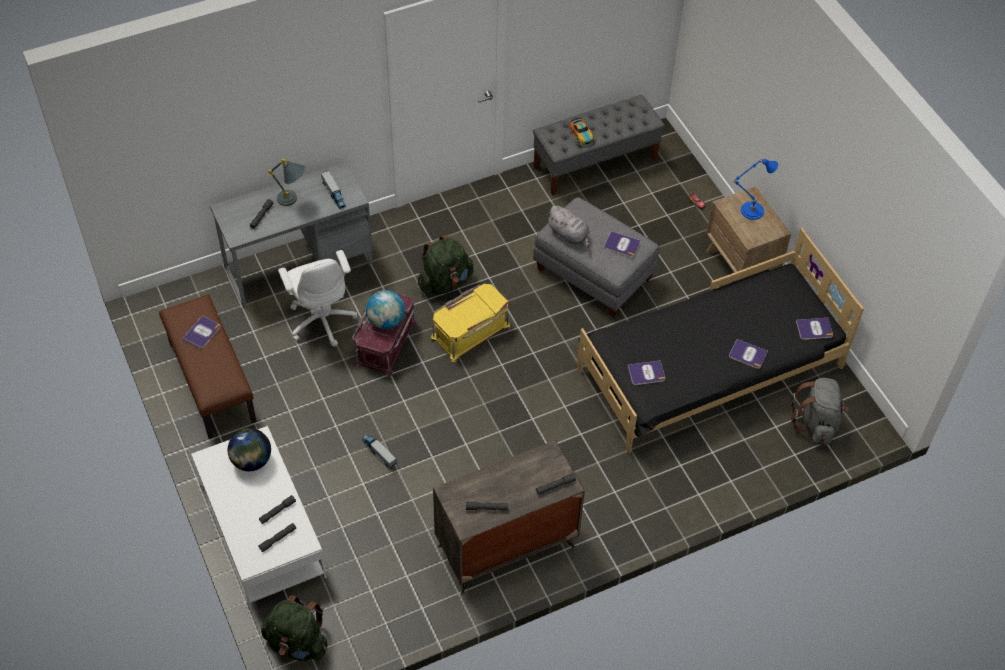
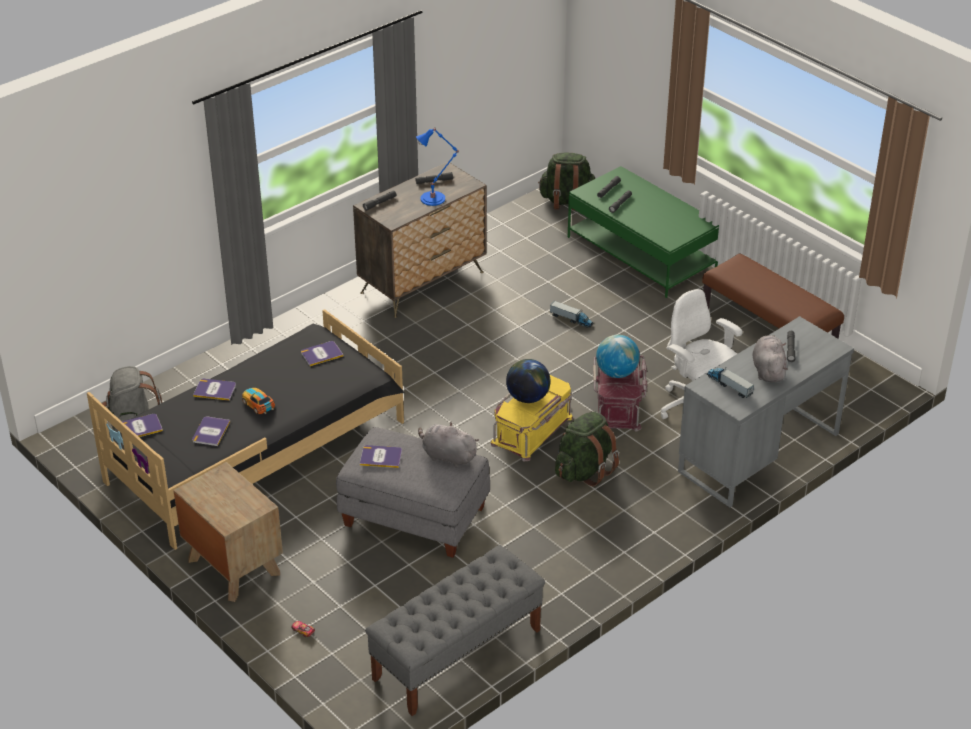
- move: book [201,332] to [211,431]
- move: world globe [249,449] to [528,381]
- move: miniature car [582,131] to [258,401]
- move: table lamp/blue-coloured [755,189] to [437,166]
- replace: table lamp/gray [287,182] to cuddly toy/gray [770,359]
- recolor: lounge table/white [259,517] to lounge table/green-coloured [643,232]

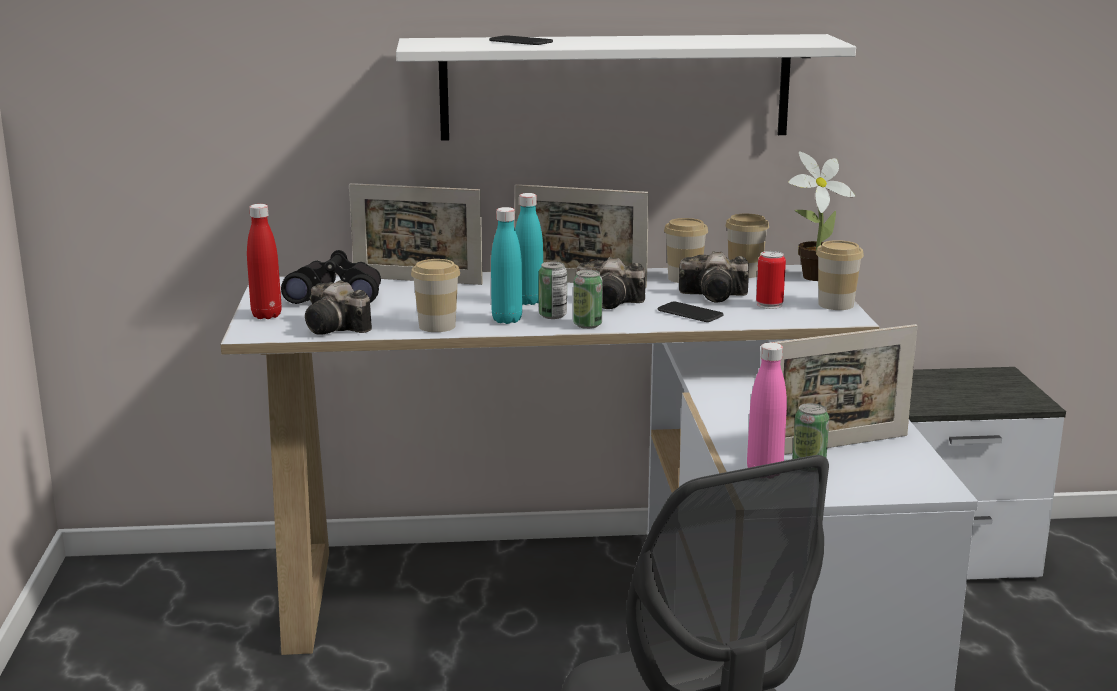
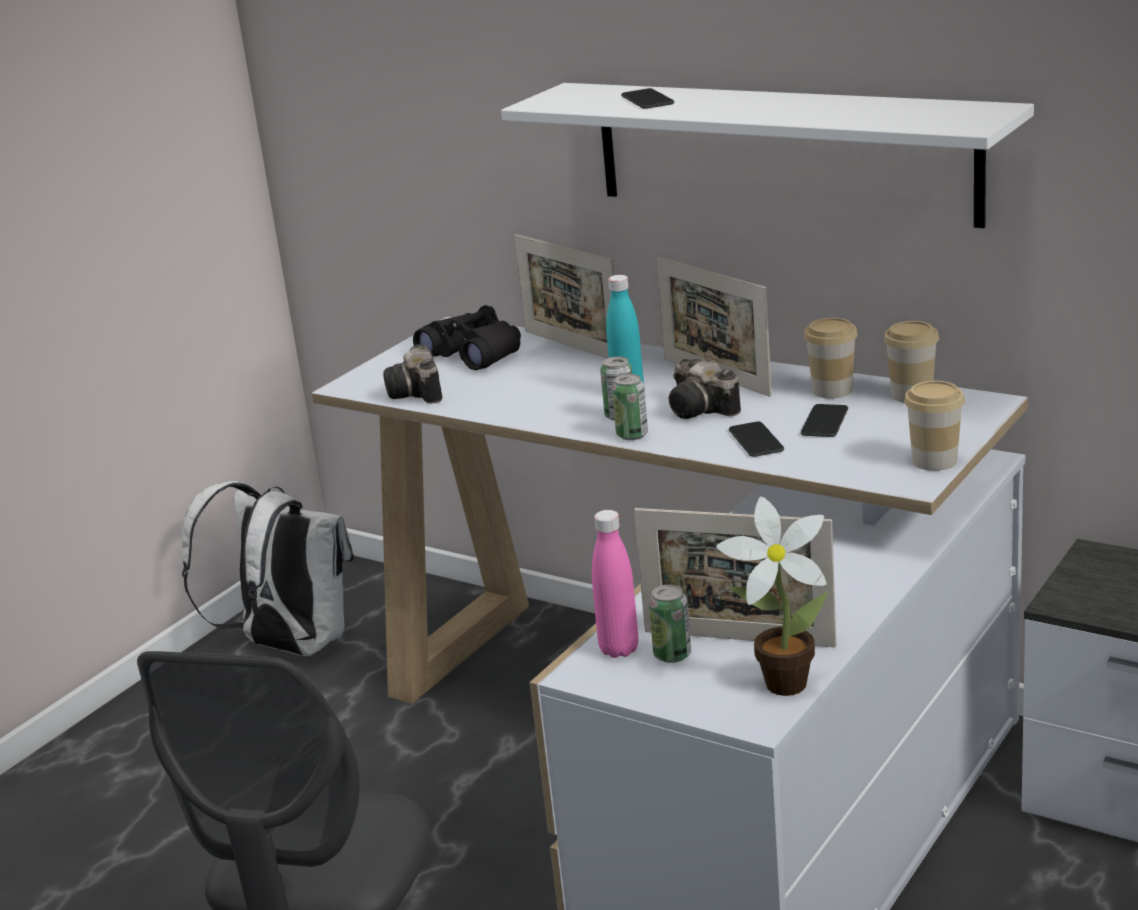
- delete: beverage bottle/reddish [264,261]
- delete: small cup [435,295]
- delete: beverage bottle/turquoise [506,265]
- delete: can [771,280]
- insert: knapsack/white [268,568]
- move: potted plant [821,216] to [772,596]
- replace: photo camera [714,277] to handset [824,420]

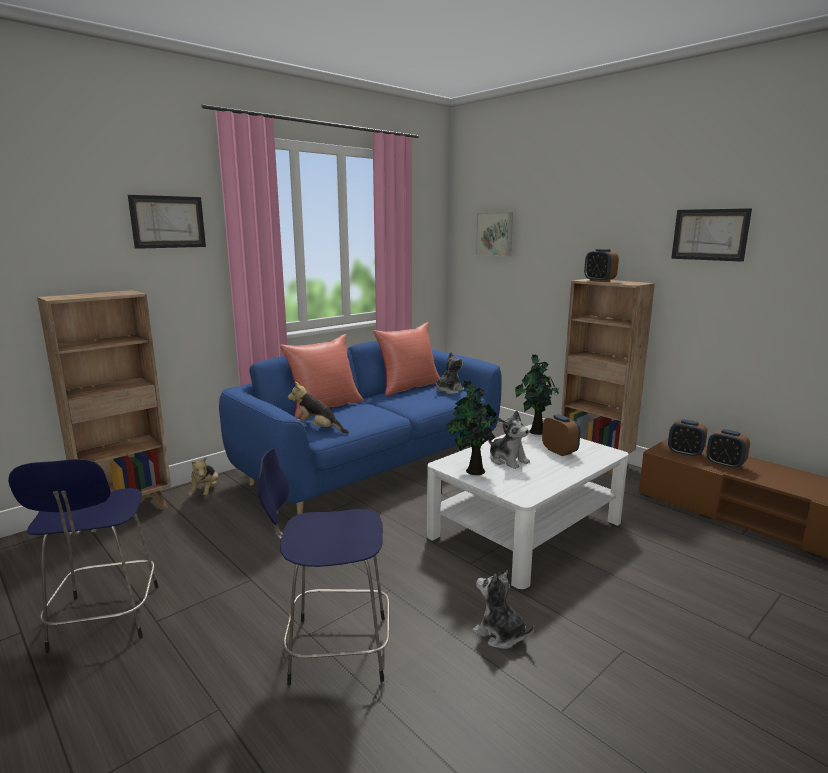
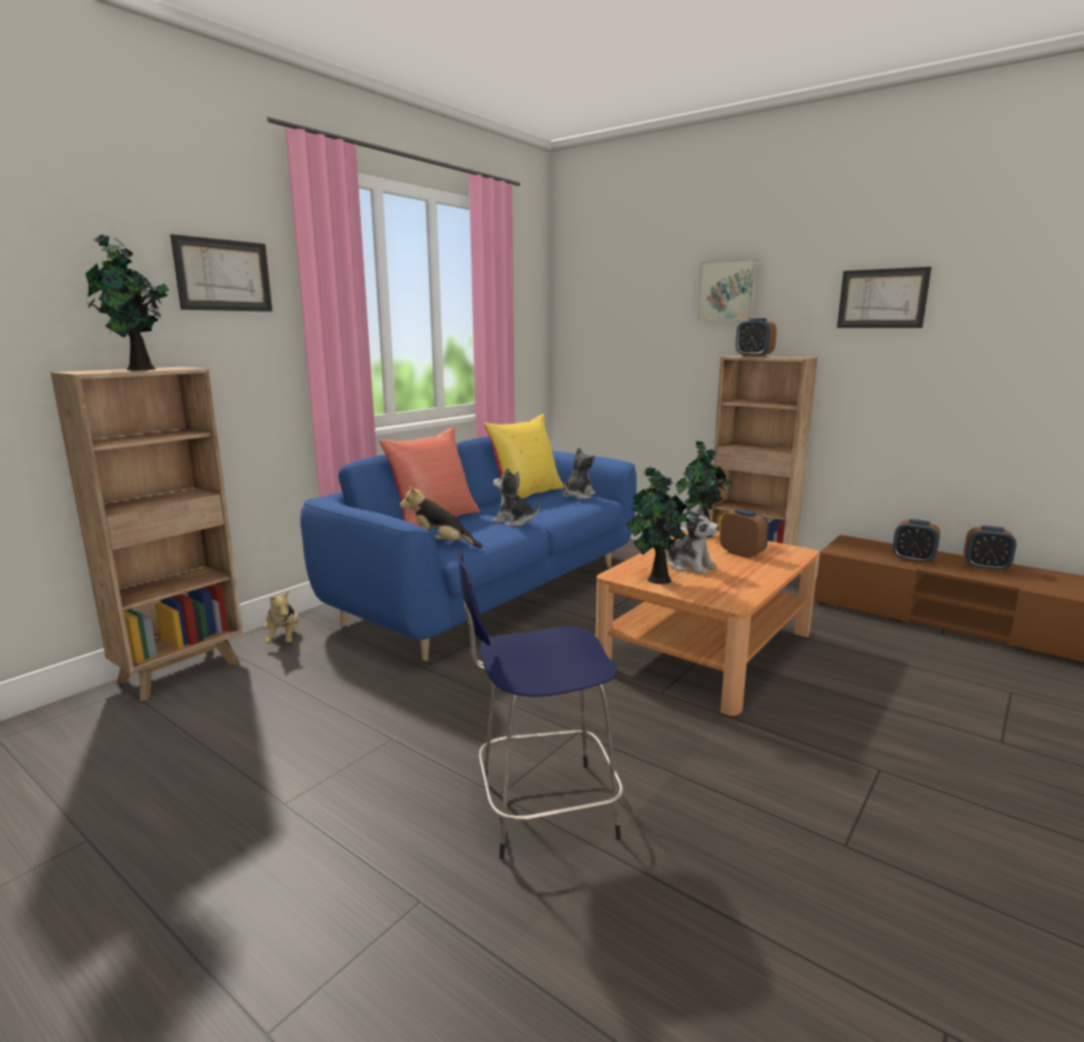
- delete: sitting stool/blue-coloured [83,556]
- insert: potted plant [127,302]
- move: cuddly toy [503,609] to [516,496]
- move: wall picture [494,234] to [727,289]
- move: table clock [687,438] to [990,548]
- recolor: pillow/reddish [406,359] to pillow/yellow-coloured [524,456]
- recolor: lounge table/white [528,507] to lounge table/brownish [707,623]

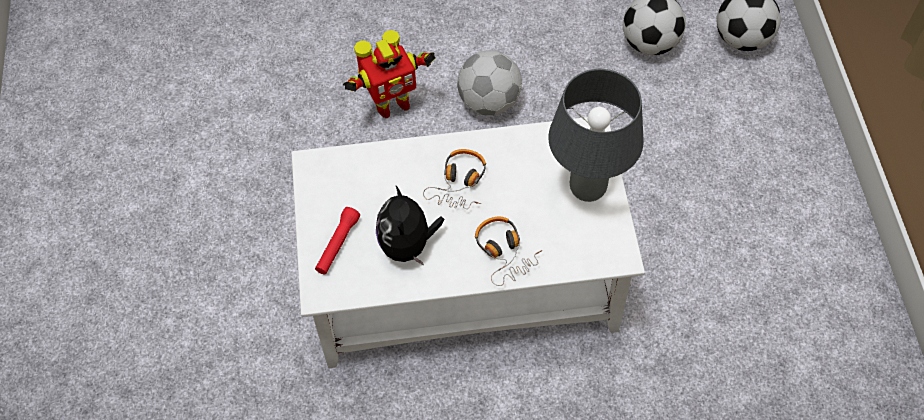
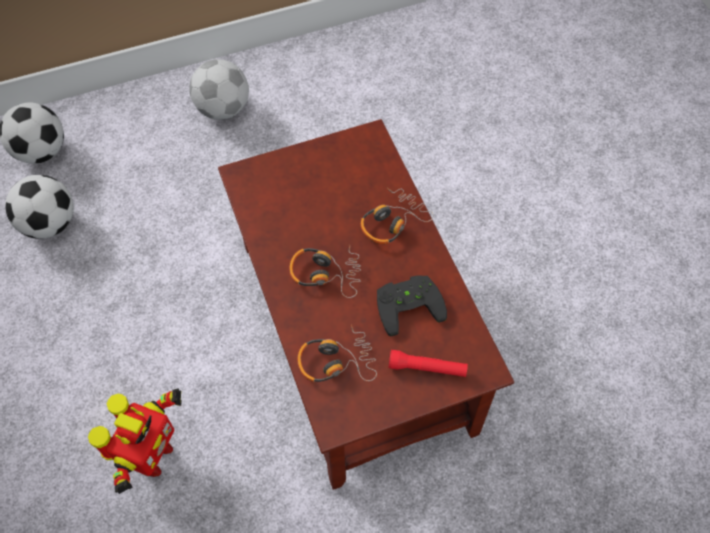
- delete: table lamp/gray [596,135]
- insert: headset [337,353]
- move: football [489,82] to [219,89]
- replace: cuddly toy [410,226] to game controller/black-coloured [412,306]
- recolor: lounge table/white [468,242] to lounge table/brownish [366,304]
- rotate: robot figure [389,74] = [135,441] 60 degrees clockwise

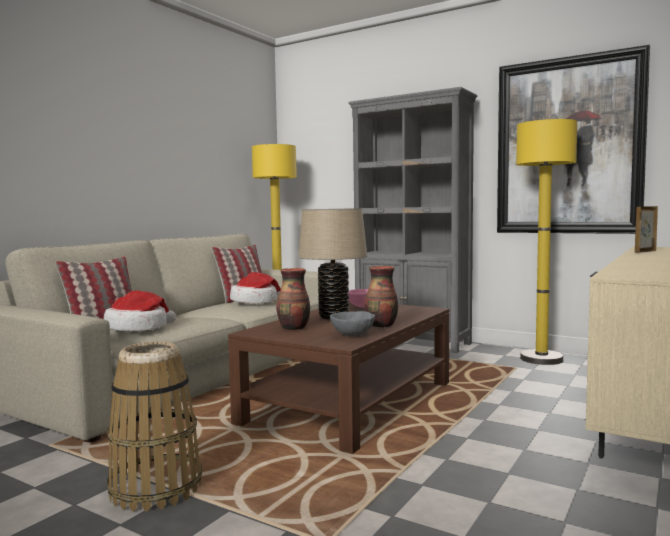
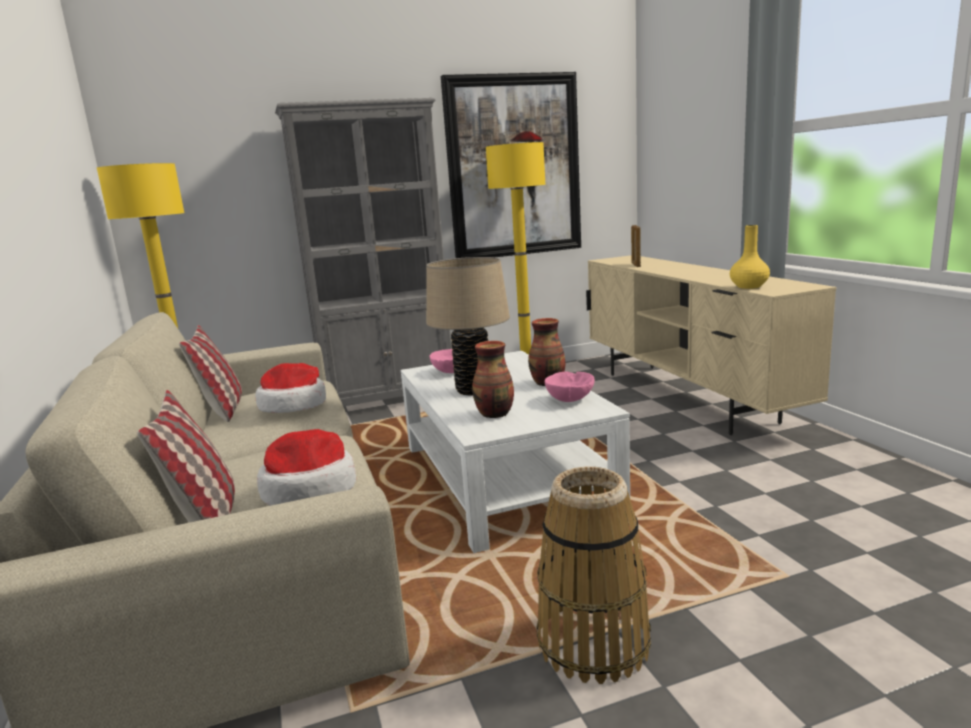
- insert: vase/yellow-coloured [750,257]
- recolor: lounge table/brownish [339,377] to lounge table/white [515,452]
- recolor: serving bowl/gray [352,323] to serving bowl/pink [569,387]

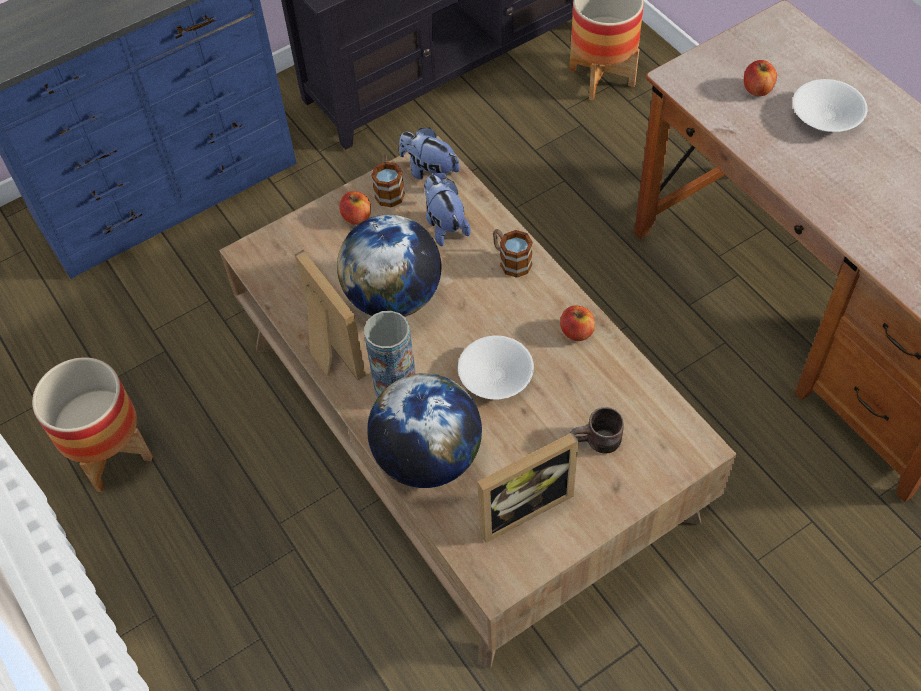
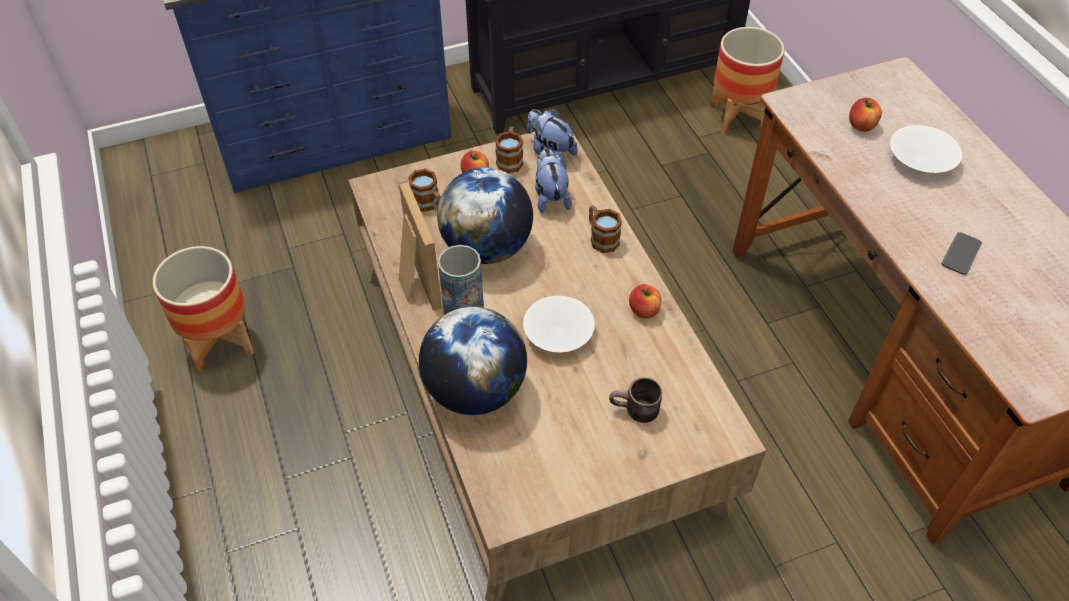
- delete: standing frame [528,487]
- insert: coffee mug [424,190]
- insert: handset [962,253]

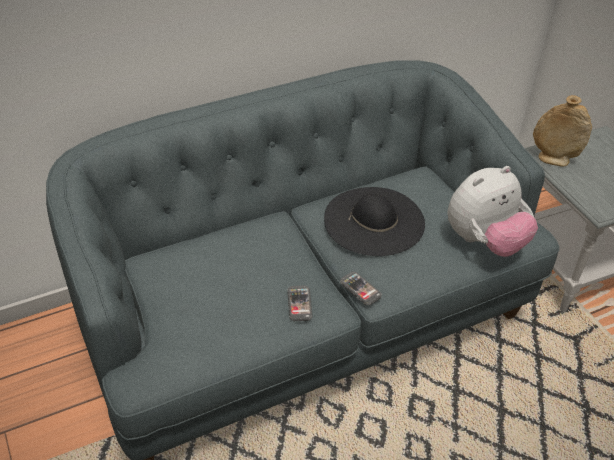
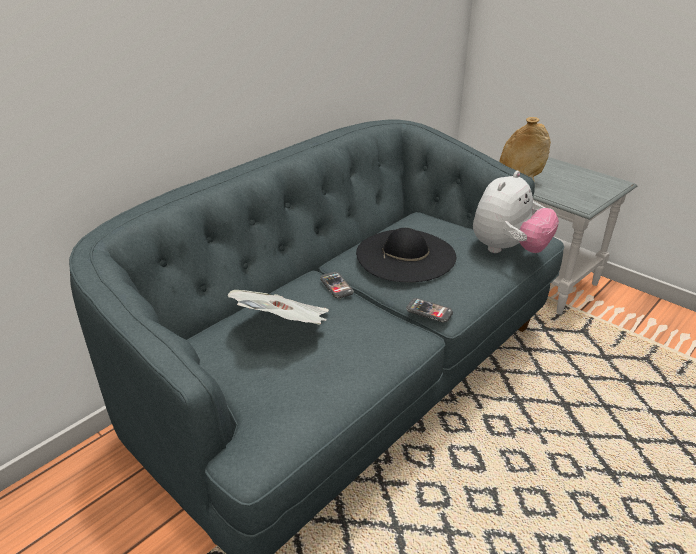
- insert: daily paper [278,307]
- move: handset [300,303] to [337,285]

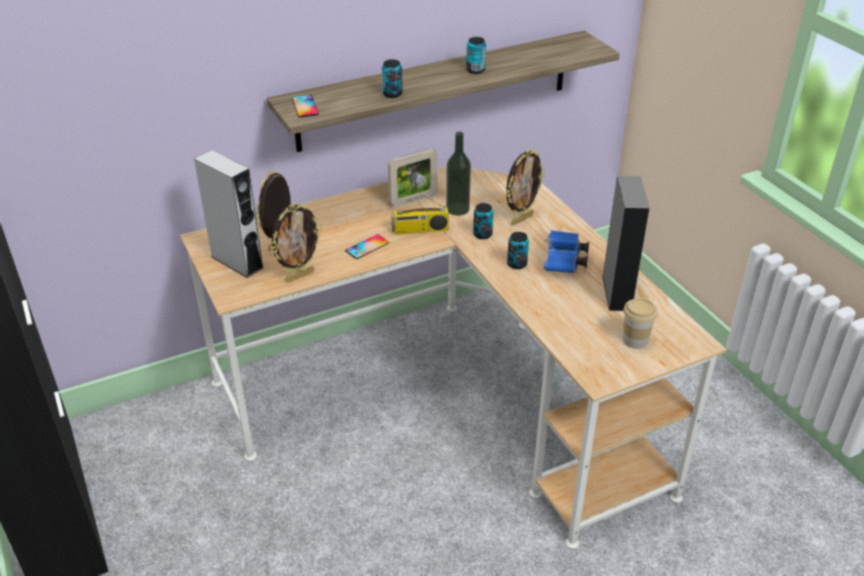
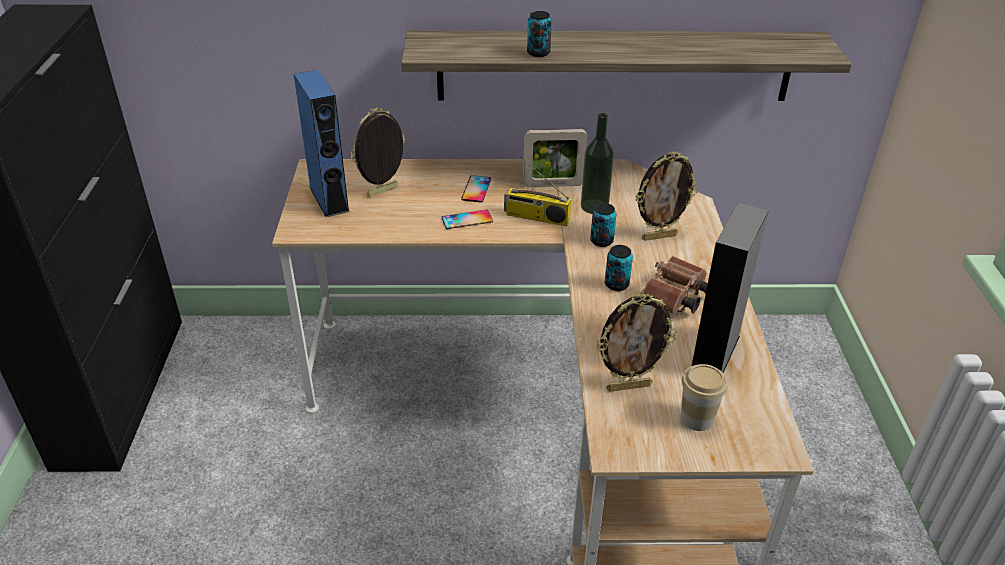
- delete: can [476,55]
- move: standing frame [296,243] to [636,343]
- move: handset [305,106] to [476,188]
- recolor: loudspeaker/gray [229,214] to loudspeaker/blue-coloured [322,143]
- recolor: pair of binoculars/blue-coloured [566,251] to pair of binoculars/brownish [674,285]

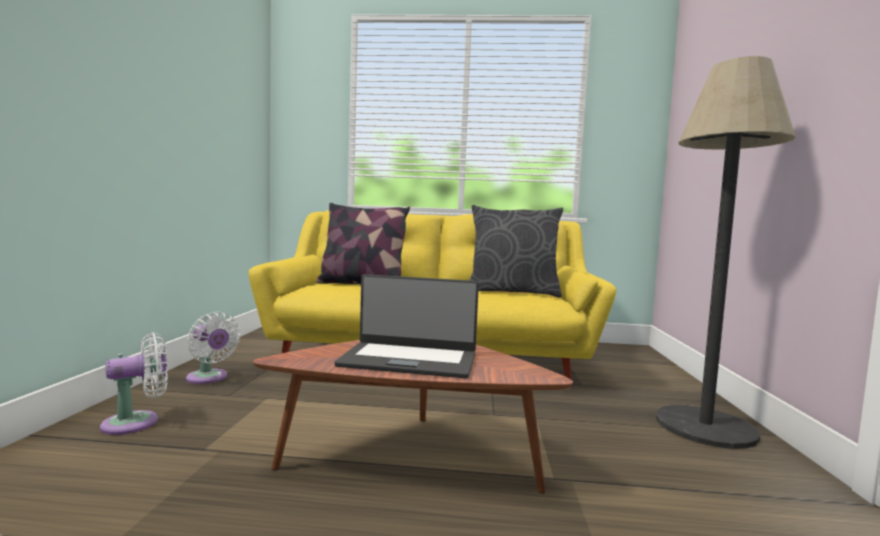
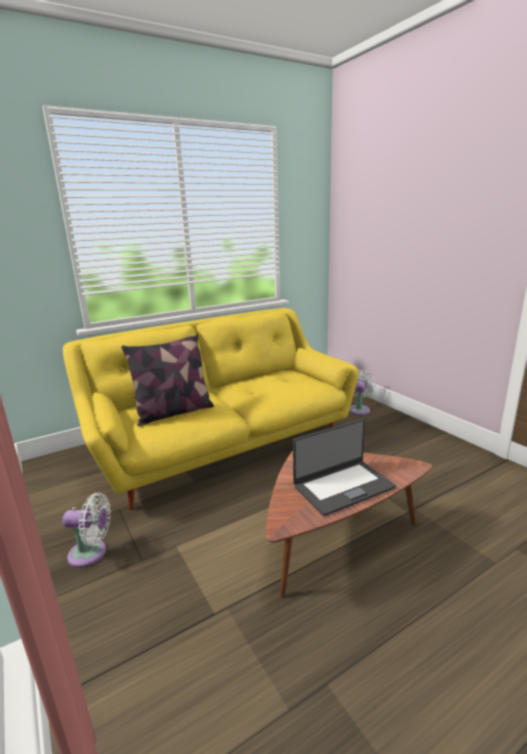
- delete: pillow/gray [516,251]
- delete: standing lamp [726,252]
- move: cooling fan/white [134,383] to [362,392]

